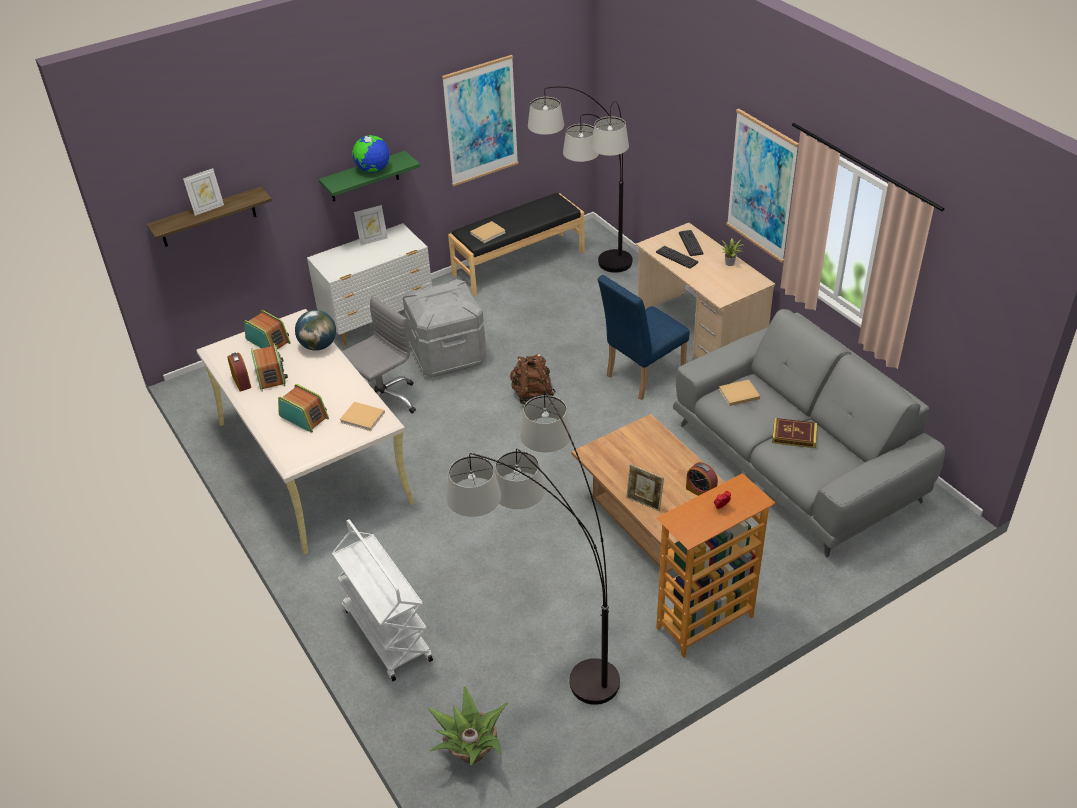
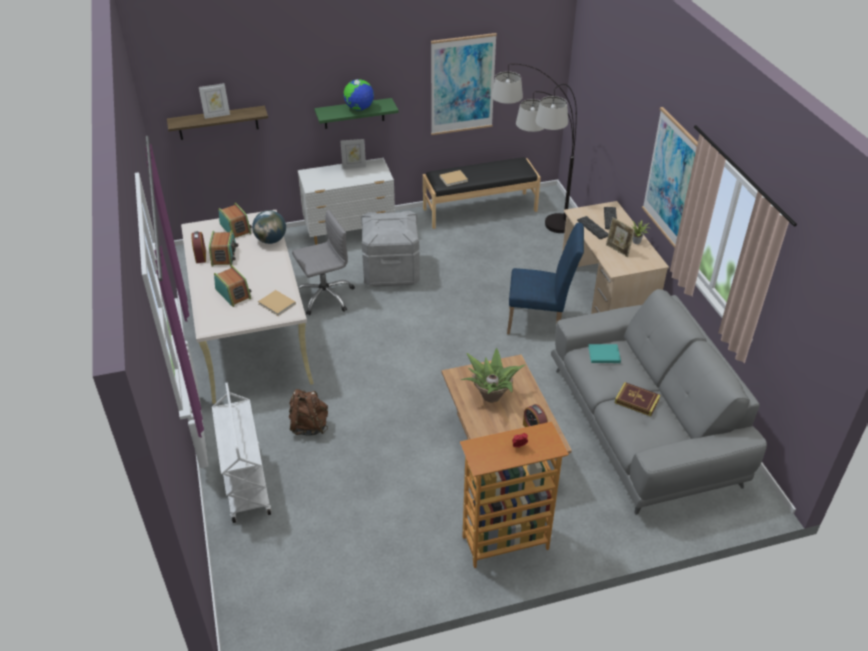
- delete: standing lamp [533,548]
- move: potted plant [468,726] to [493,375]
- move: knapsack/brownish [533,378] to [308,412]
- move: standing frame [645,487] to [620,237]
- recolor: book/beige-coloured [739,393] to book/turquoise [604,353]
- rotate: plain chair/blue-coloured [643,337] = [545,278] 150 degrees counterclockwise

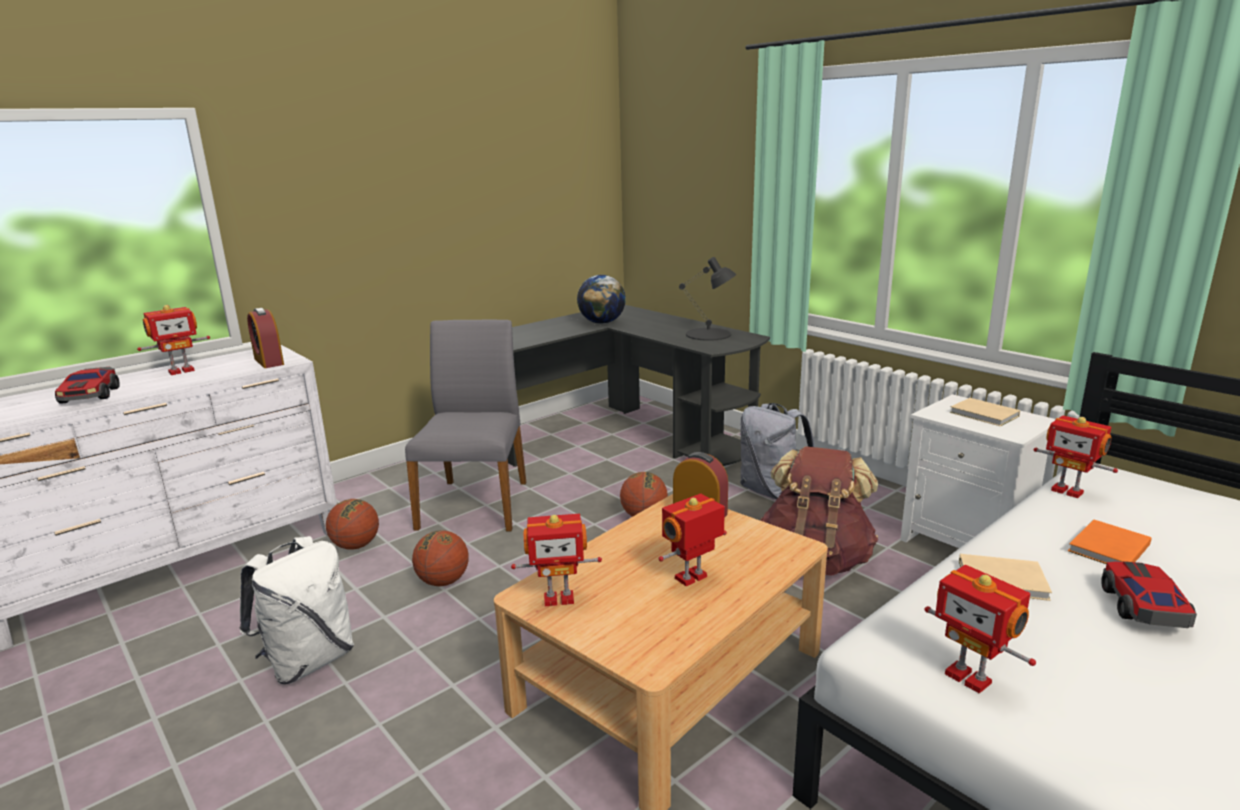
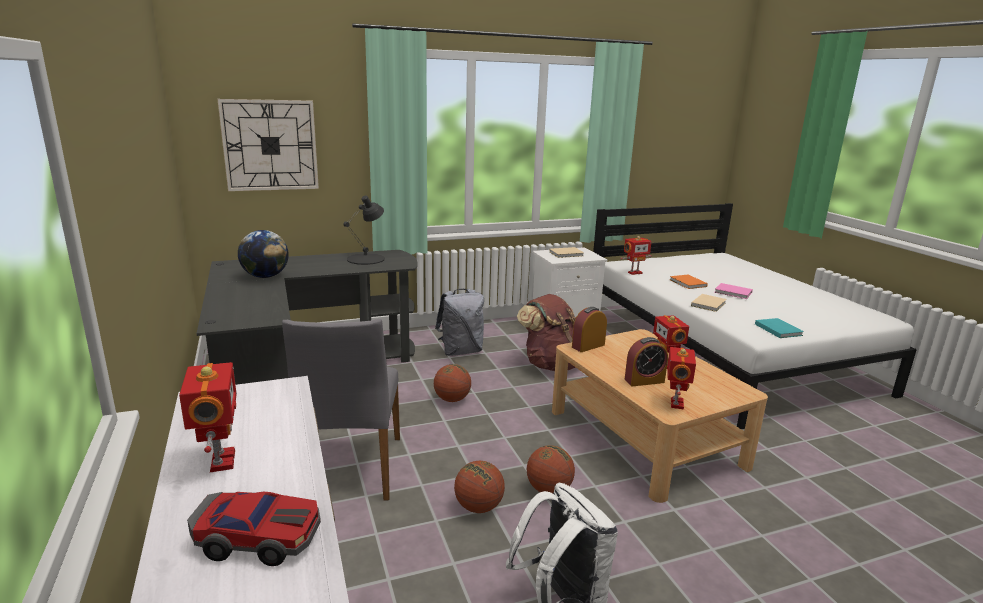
- insert: clock on the wall [268,145]
- move: table clock [265,338] to [646,362]
- move: basketball [352,524] to [551,469]
- replace: robot figure [980,629] to book/turquoise [779,328]
- replace: miniature car [1149,594] to book/pink [733,291]
- rotate: plain chair/gray [465,425] = [341,409] 120 degrees counterclockwise

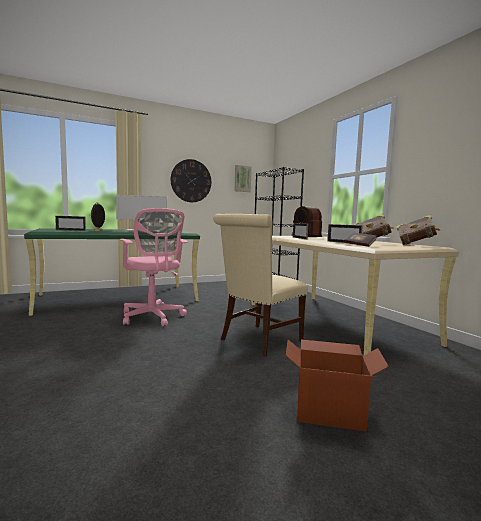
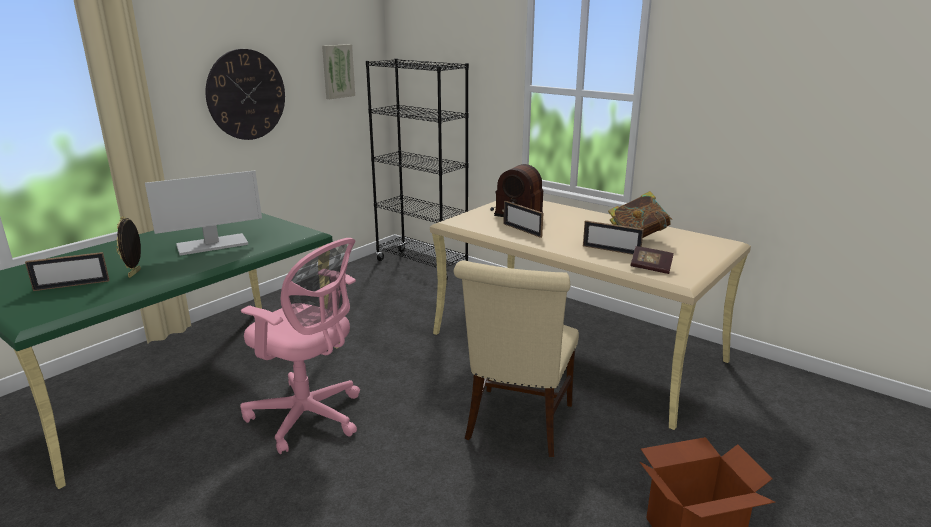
- delete: book [418,230]

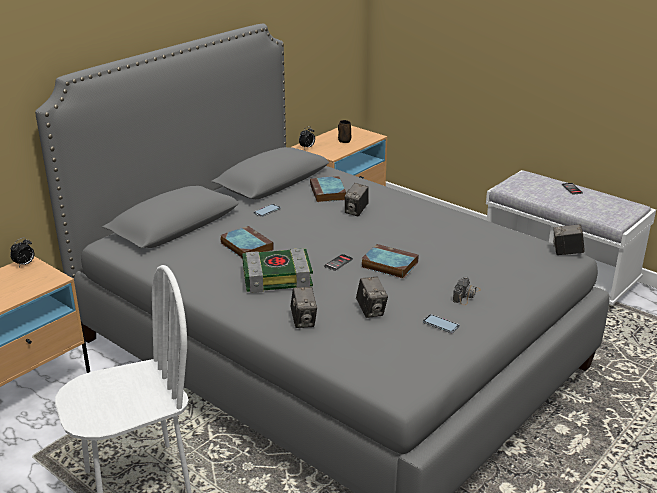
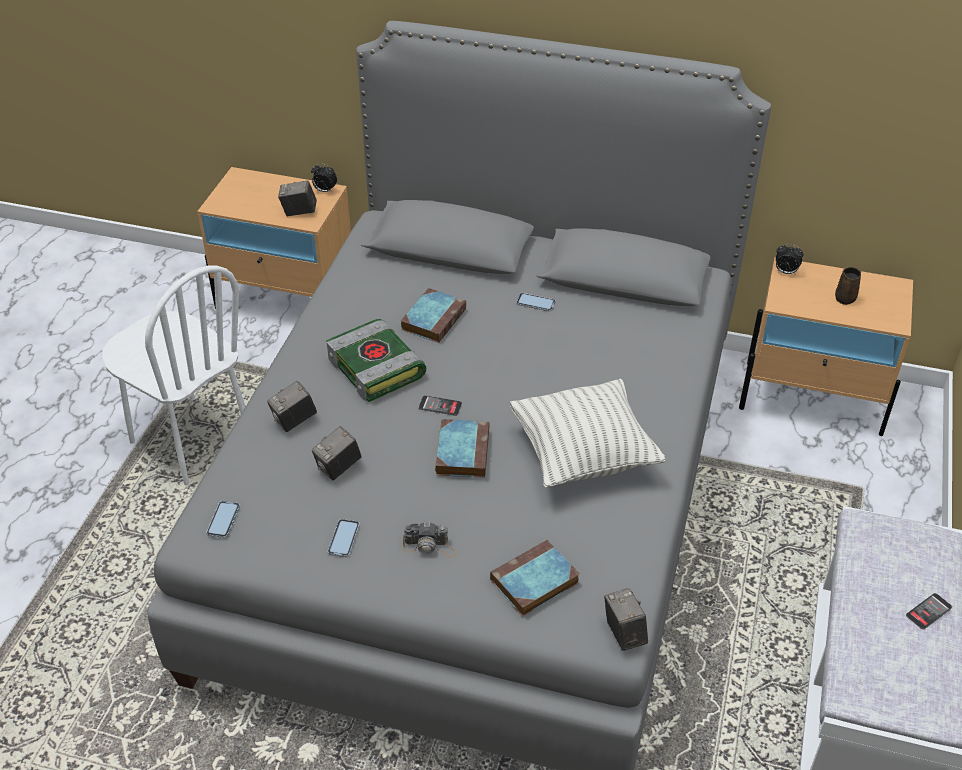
- insert: handset [223,519]
- insert: pillow [587,433]
- move: book [328,189] to [535,578]
- move: photo camera [357,199] to [297,198]

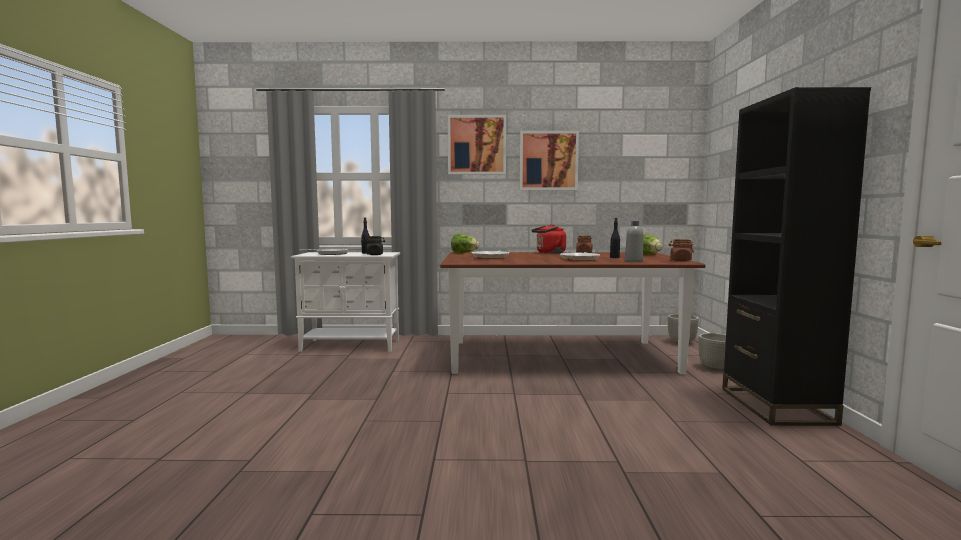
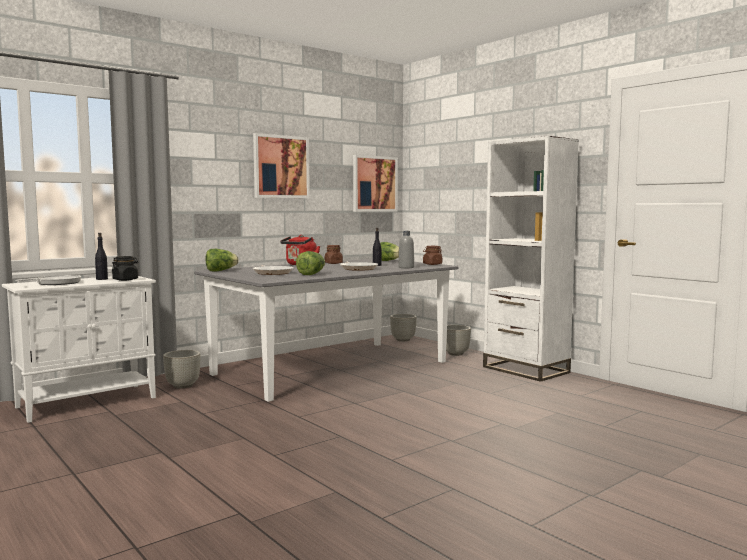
- insert: plant pot/gray [182,369]
- insert: head of lettuce [310,263]
- move: wall picture [477,145] to [375,183]
- recolor: dinner table/brownish [573,313] to dinner table/gray [326,330]
- recolor: bookcase/black-coloured [796,256] to bookcase/white [531,259]

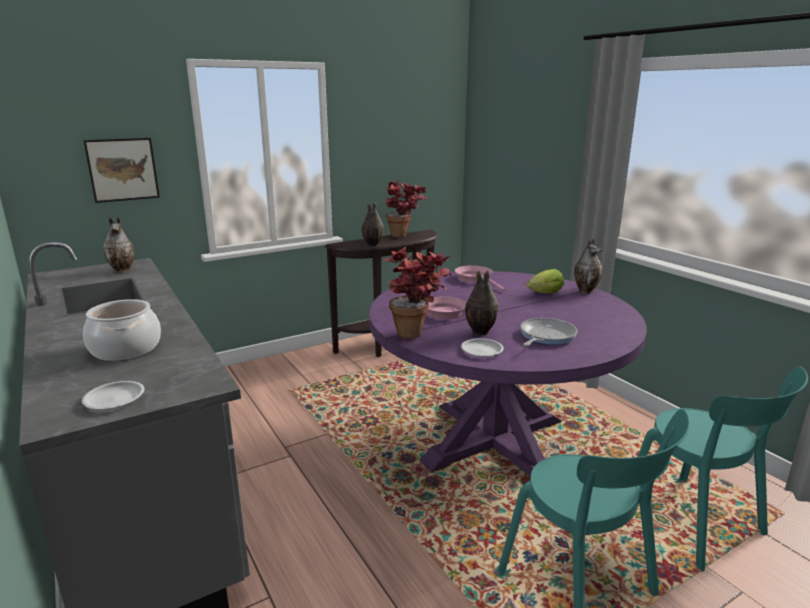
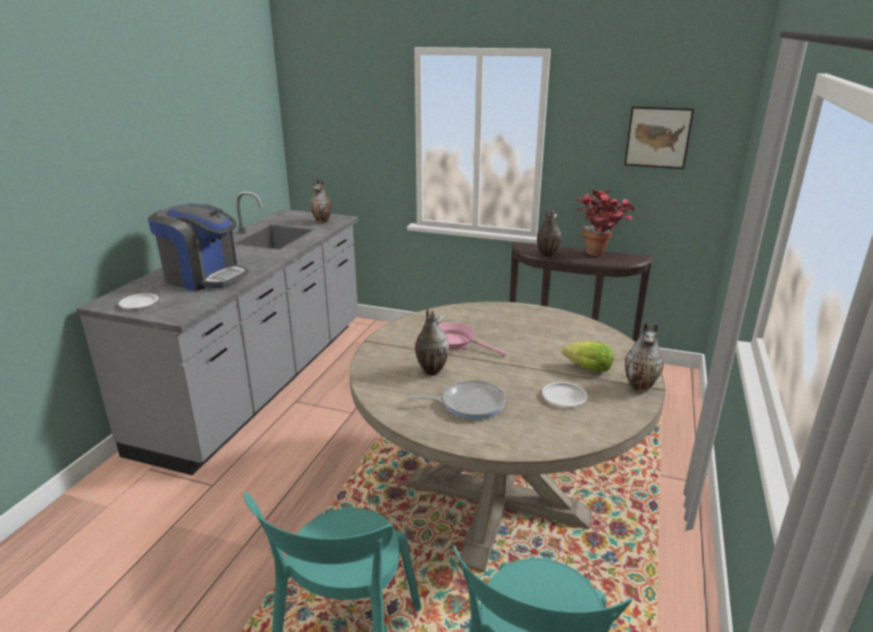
- delete: potted plant [417,293]
- delete: frying pan/pink [480,278]
- move: wall picture [121,170] to [659,137]
- move: flat dish/white [482,347] to [565,394]
- replace: saucepot [122,330] to coffee machine [198,247]
- recolor: dinner table/purple-coloured [508,373] to dinner table/beige-coloured [508,437]

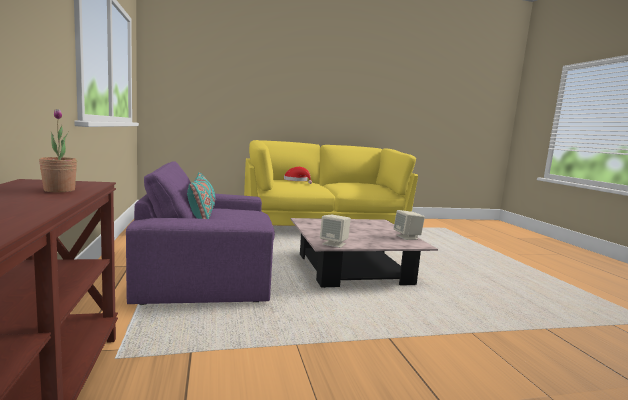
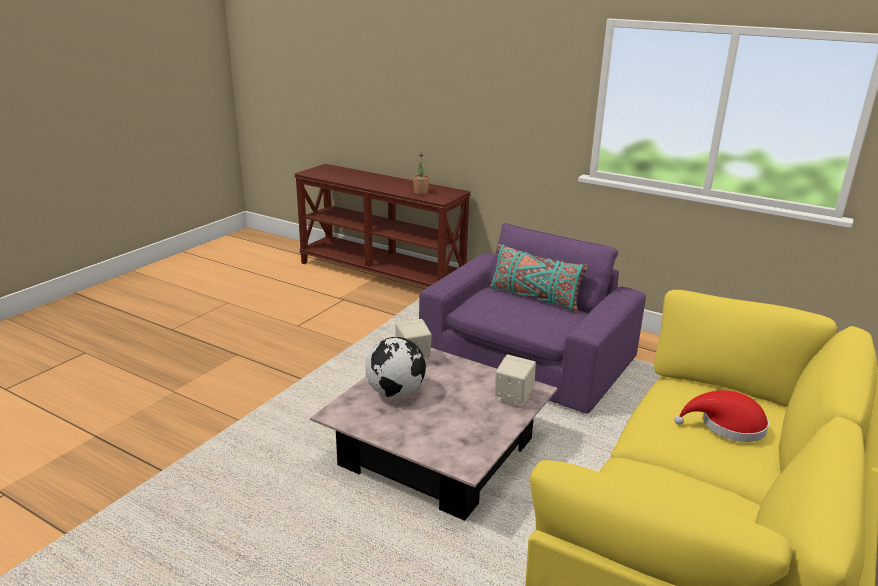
- insert: world globe [395,367]
- move: loudspeaker/beige-coloured [409,225] to [515,380]

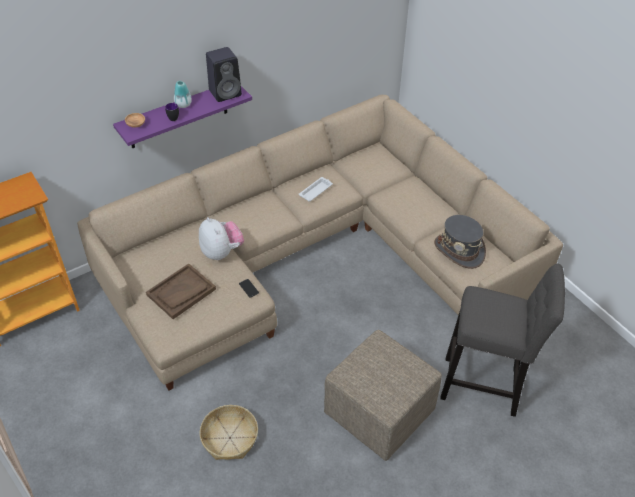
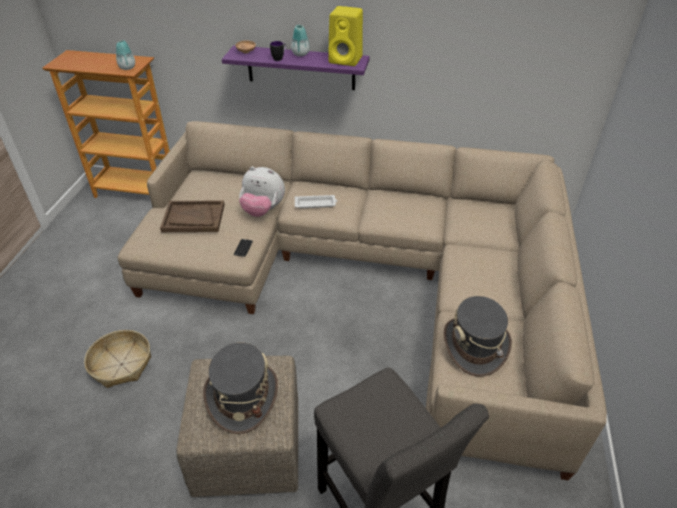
- insert: vase [125,55]
- insert: wearable hat/gray [240,388]
- move: tray/white [316,189] to [316,201]
- recolor: loudspeaker/black-coloured [224,74] to loudspeaker/yellow-coloured [345,36]
- rotate: cuddly toy [221,238] = [262,192] 90 degrees clockwise

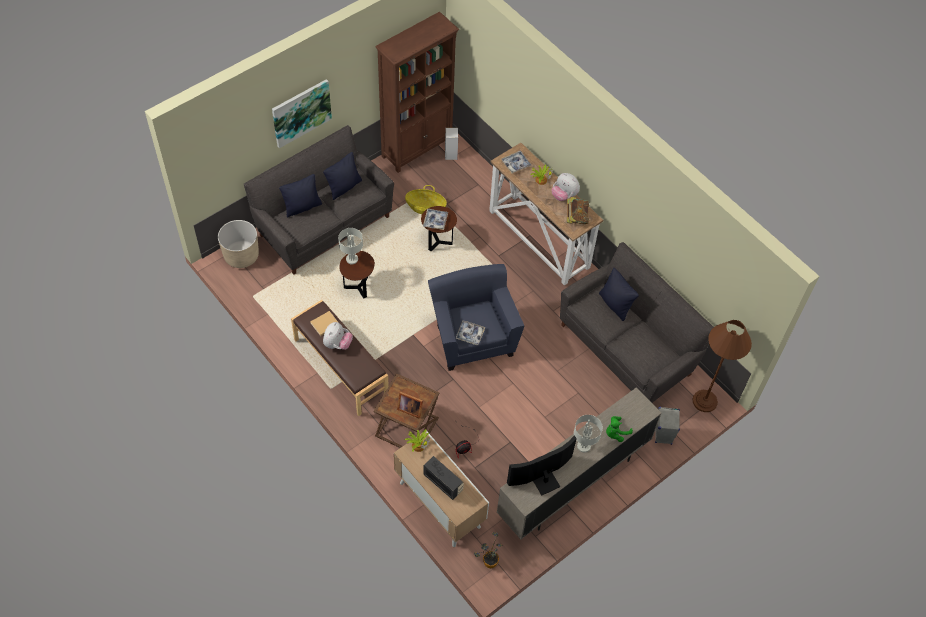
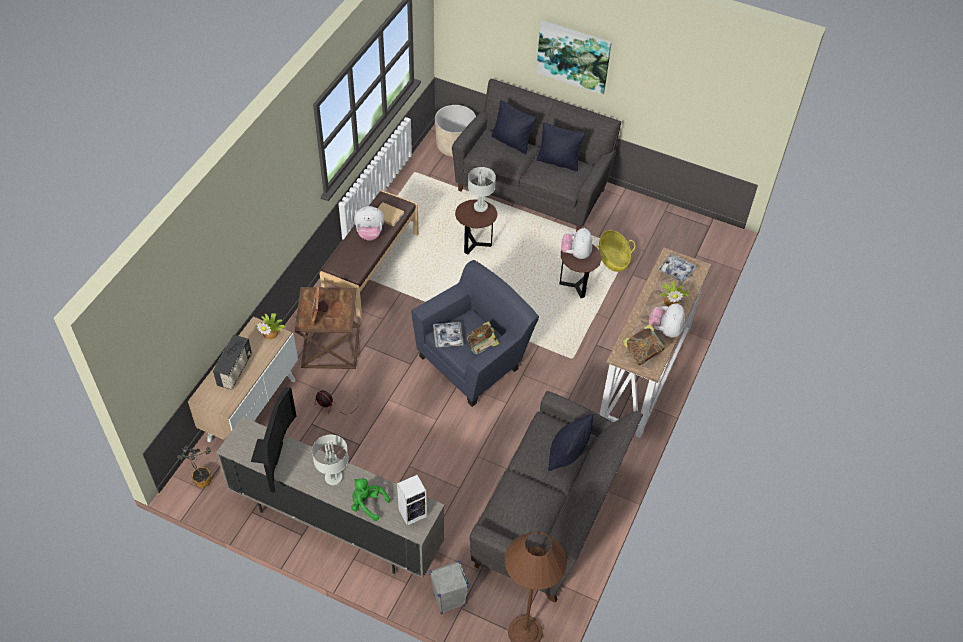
- delete: bookcase/brownish [417,92]
- insert: book [483,337]
- move: loudspeaker [451,144] to [412,500]
- replace: tray [435,219] to cuddly toy [576,243]
- rotate: television [542,465] = [273,440] 60 degrees clockwise

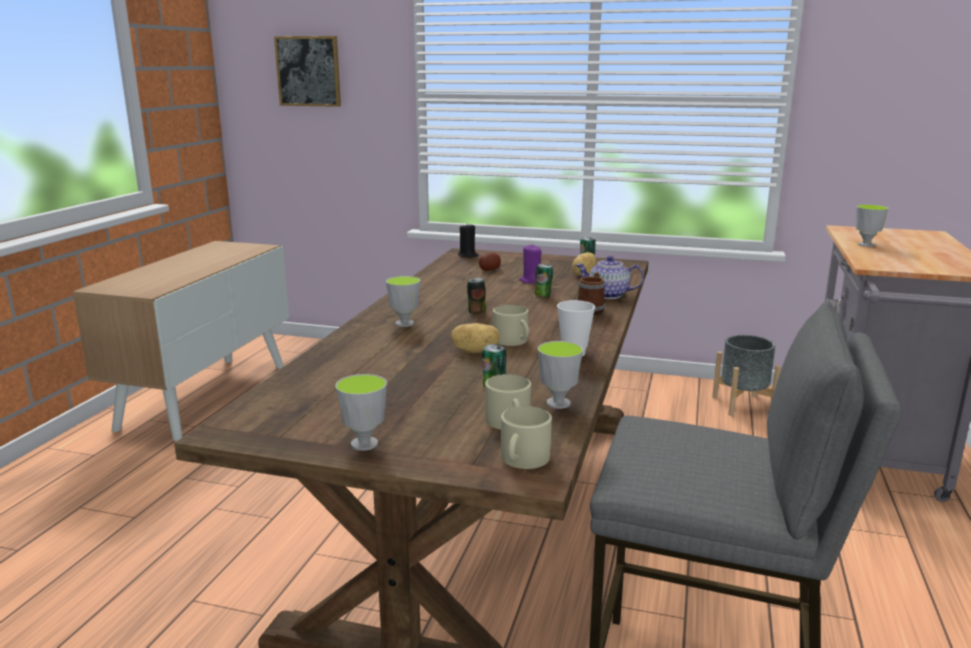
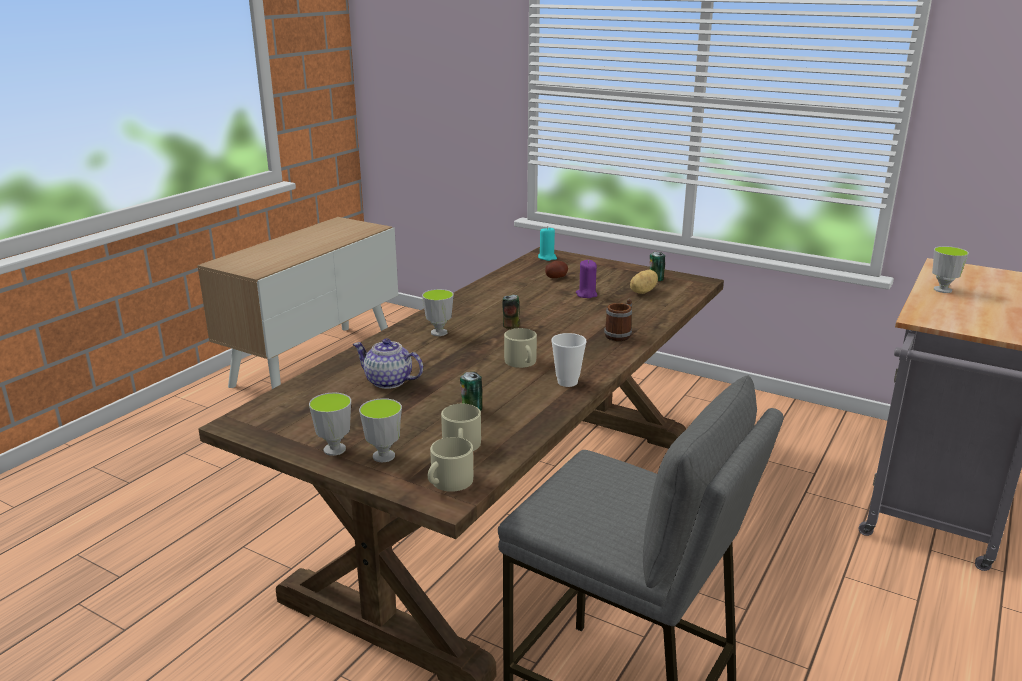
- delete: wall picture [307,71]
- delete: spud [475,338]
- delete: can [544,280]
- delete: plant pot/gray [746,375]
- move: small cup [560,375] to [380,430]
- move: pot for tea [610,277] to [388,364]
- recolor: wax light/black-coloured [468,240] to wax light/turquoise [547,243]

